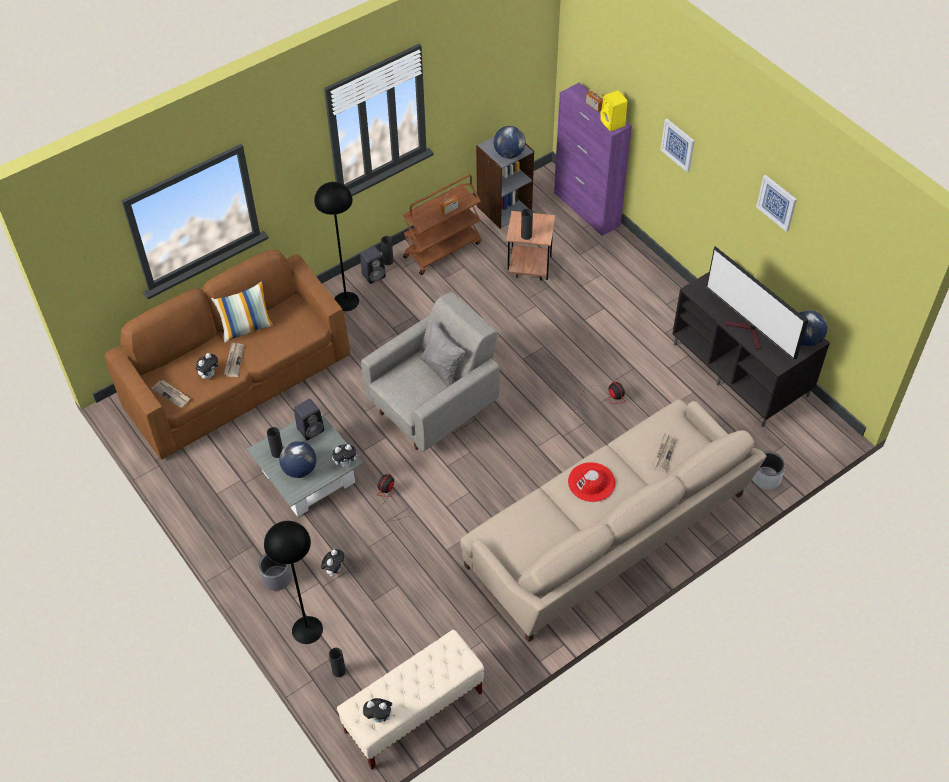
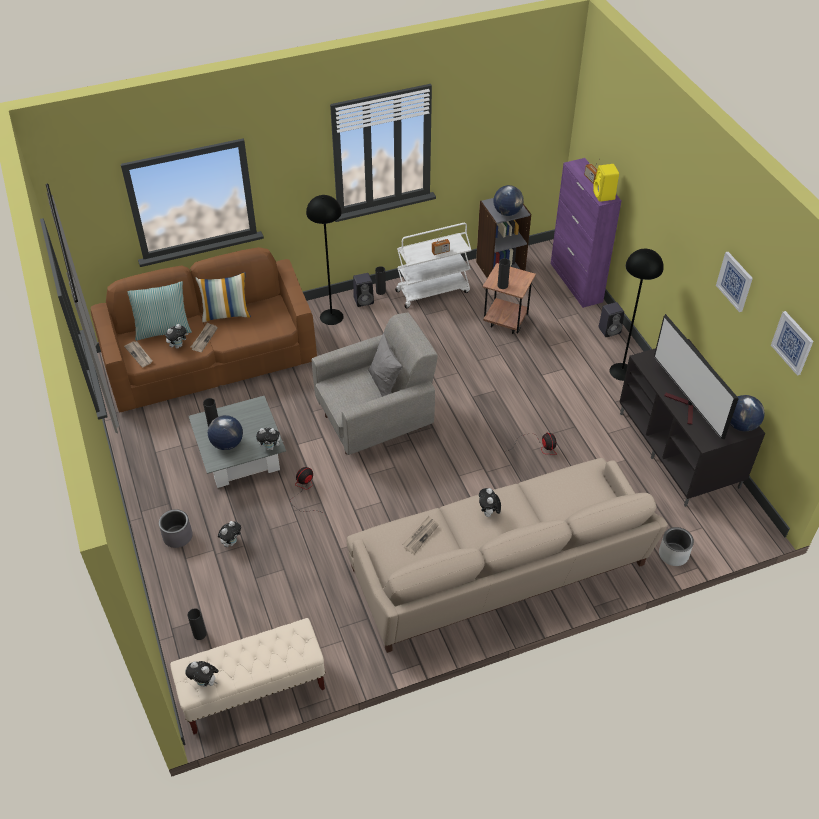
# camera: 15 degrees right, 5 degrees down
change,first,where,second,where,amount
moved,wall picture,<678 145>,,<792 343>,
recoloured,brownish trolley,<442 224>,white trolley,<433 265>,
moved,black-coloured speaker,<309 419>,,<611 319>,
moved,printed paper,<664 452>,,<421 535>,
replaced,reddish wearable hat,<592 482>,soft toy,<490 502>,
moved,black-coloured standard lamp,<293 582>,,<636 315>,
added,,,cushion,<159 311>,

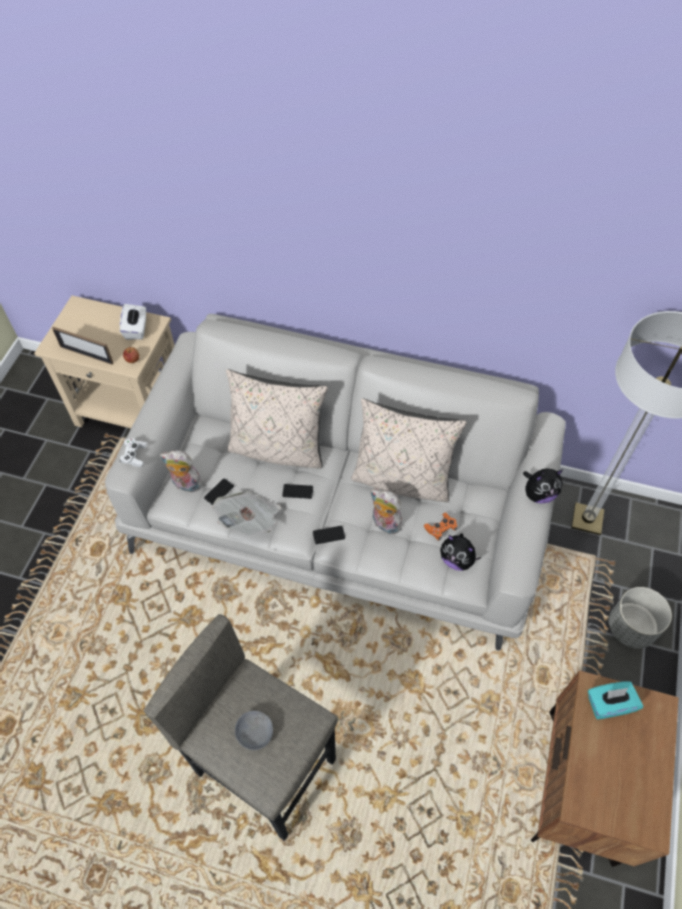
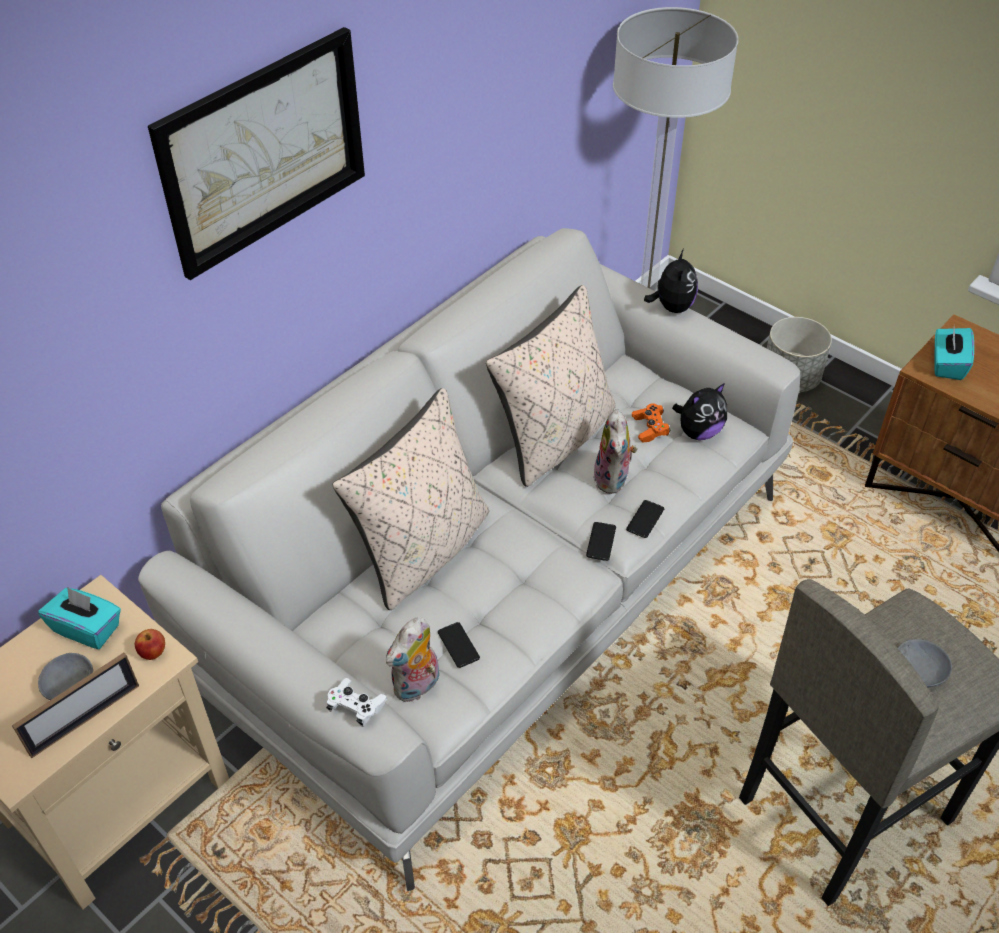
# camera: 65 degrees left, 10 degrees down
change,first,where,second,where,amount
recoloured,white box of tissues,<133 322>,turquoise-coloured box of tissues,<80 618>,
moved,phone,<297 491>,,<645 519>,
turned,soft toy,<386 512>,,<615 451>,60 degrees counterclockwise
removed,printed paper,<247 513>,,,
added,,,wall picture,<256 153>,
added,,,grey deep dish,<65 676>,

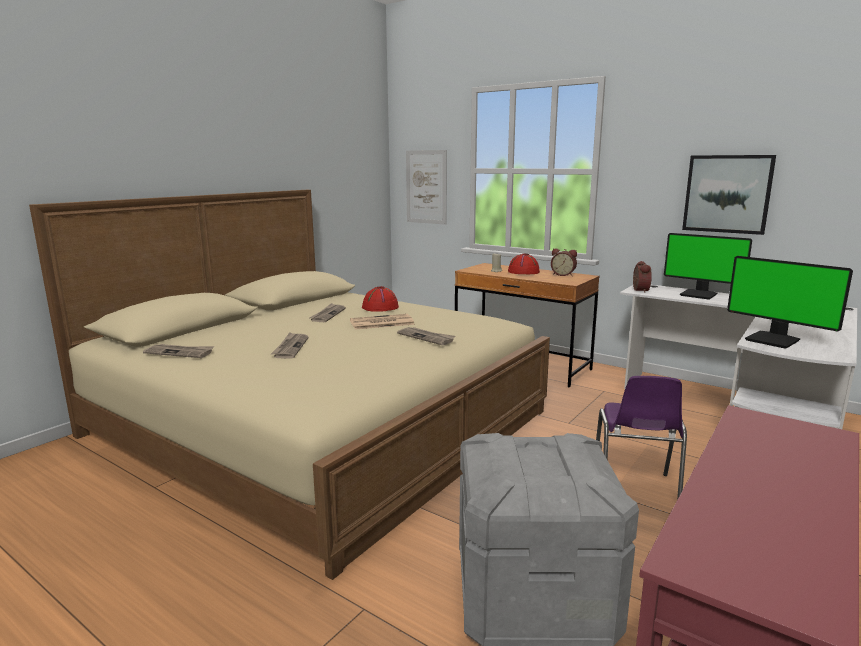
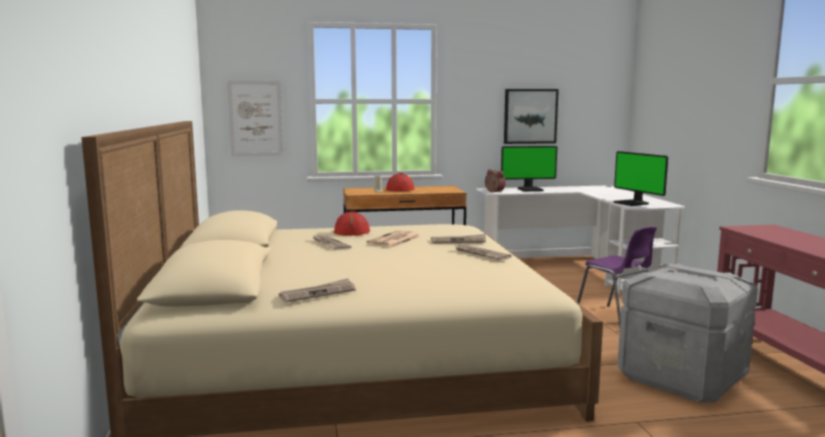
# camera: 45 degrees left, 5 degrees down
change,first,where,second,where,amount
removed,bedside clock,<564 262>,,,
turned,monitor,<790 302>,,<640 178>,60 degrees clockwise
moved,printed paper,<290 345>,,<483 252>,

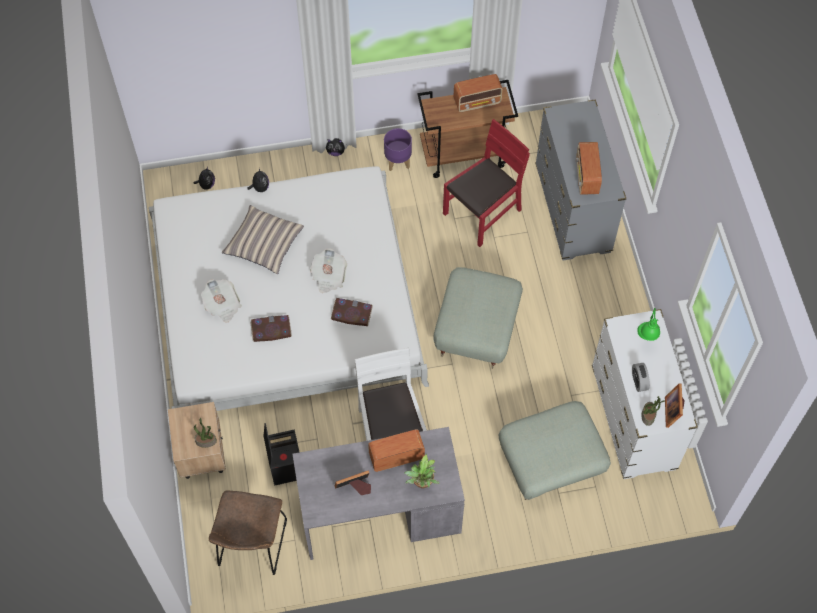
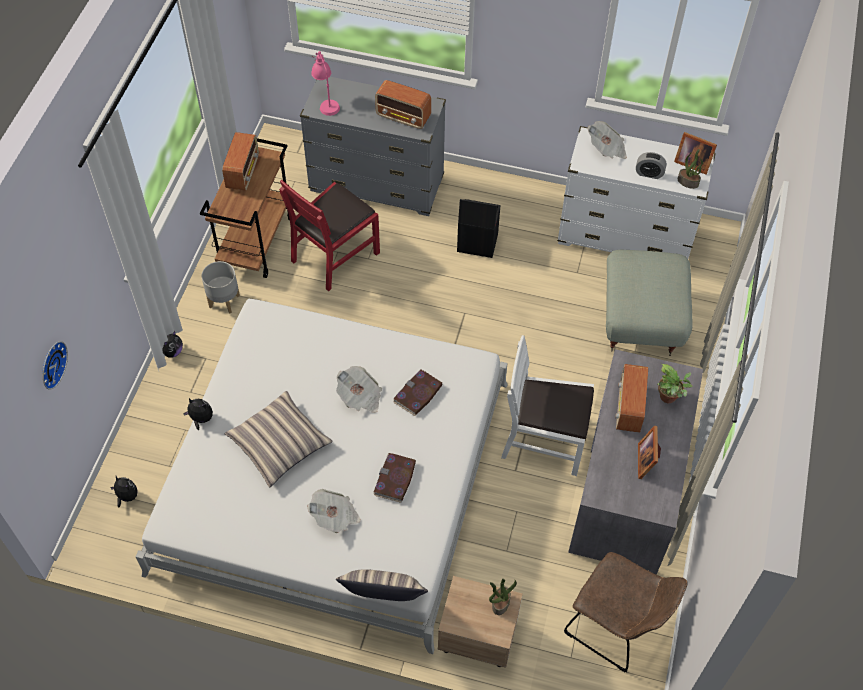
# camera: 65 degrees left, 5 degrees down
change,first,where,second,where,amount
turned,reddish chair,<486 183>,,<329 235>,120 degrees counterclockwise
recoloured,purplish plant pot,<398 149>,grey plant pot,<220 287>,
removed,grey ottoman,<478 317>,,,
replaced,greenish table lamp,<648 324>,printed paper,<607 140>,
moved,black-coloured storage container,<281 454>,,<479 228>,
added,,,pink-coloured table lamp,<325 83>,
added,,,clock on the wall,<55 365>,
added,,,cushion,<382 585>,

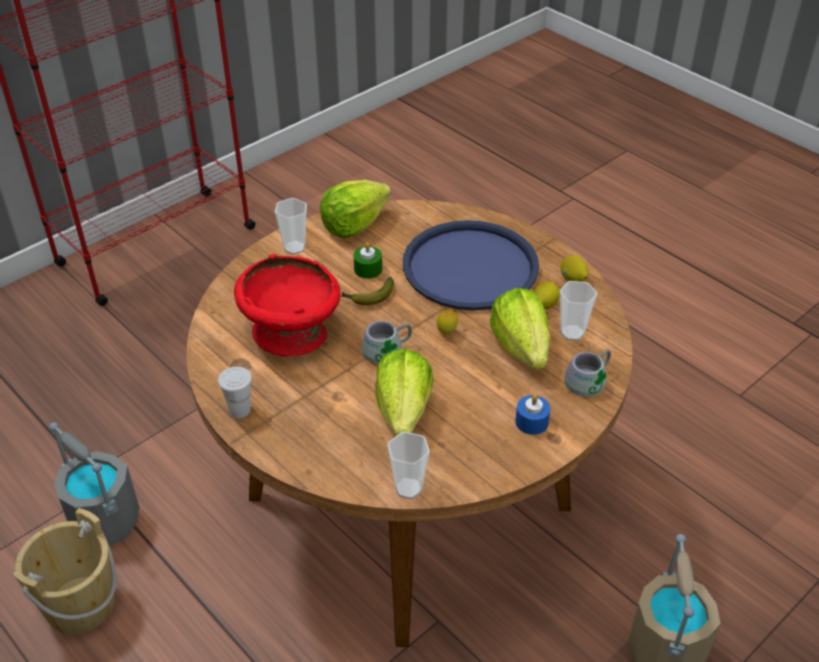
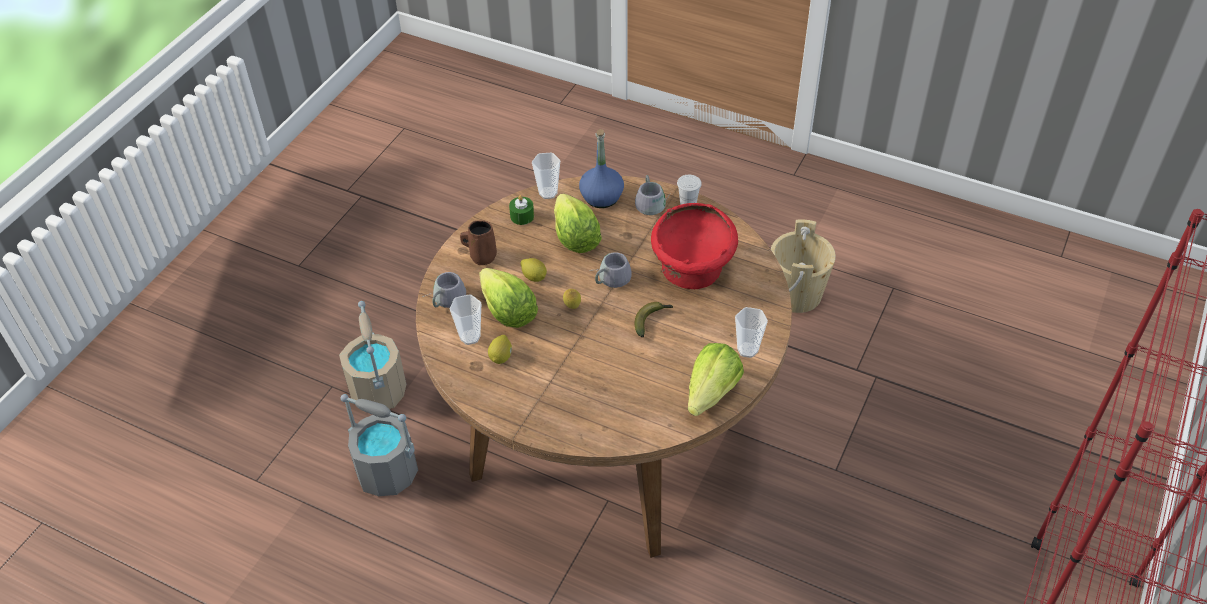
# camera: 160 degrees right, 5 degrees up
change,first,where,second,where,amount
removed,blue carrying tray,<471 265>,,,
moved,greenish wax candle,<367 260>,,<521 210>,
moved,citrus fruit,<574 268>,,<533 270>,
replaced,blue wax candle,<532 414>,brownish tea mug,<478 242>,
moved,grey pail,<94 484>,,<379 445>,
added,,,blue drink bottle,<601 168>,
added,,,grey tea mug,<652 195>,

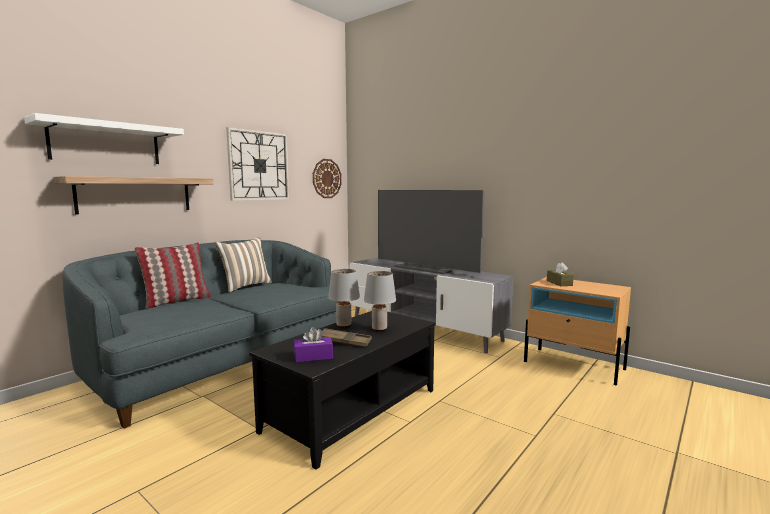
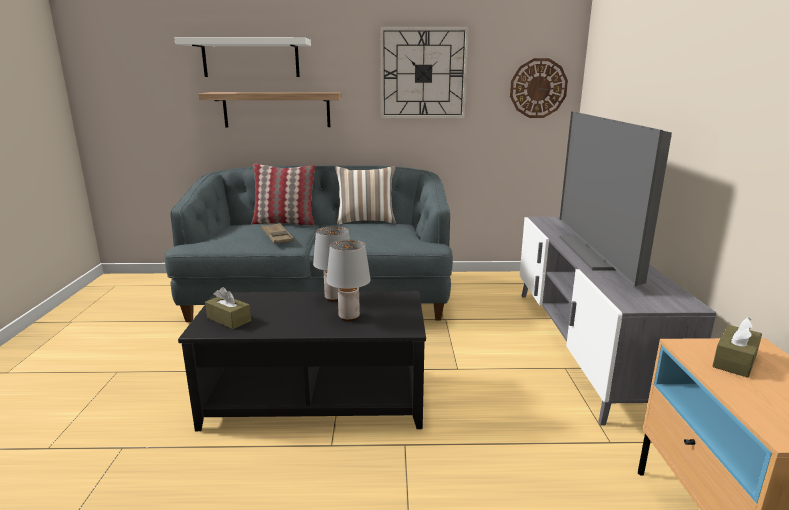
# camera: 50 degrees right, 10 degrees up
change,first,where,second,where,amount
recoloured,purplish box of tissues,<313 344>,brownish box of tissues,<228 308>,
moved,brownish carrying tray,<346 337>,,<277 233>,

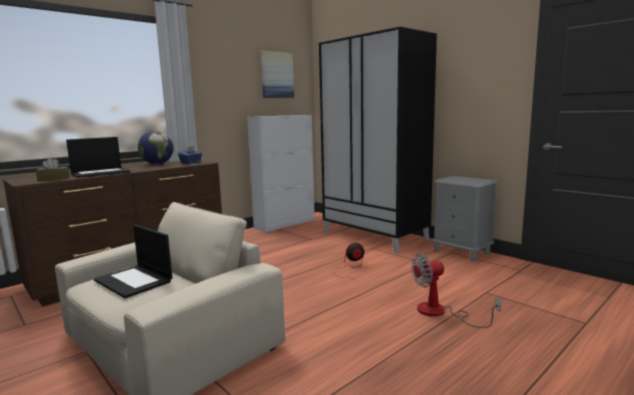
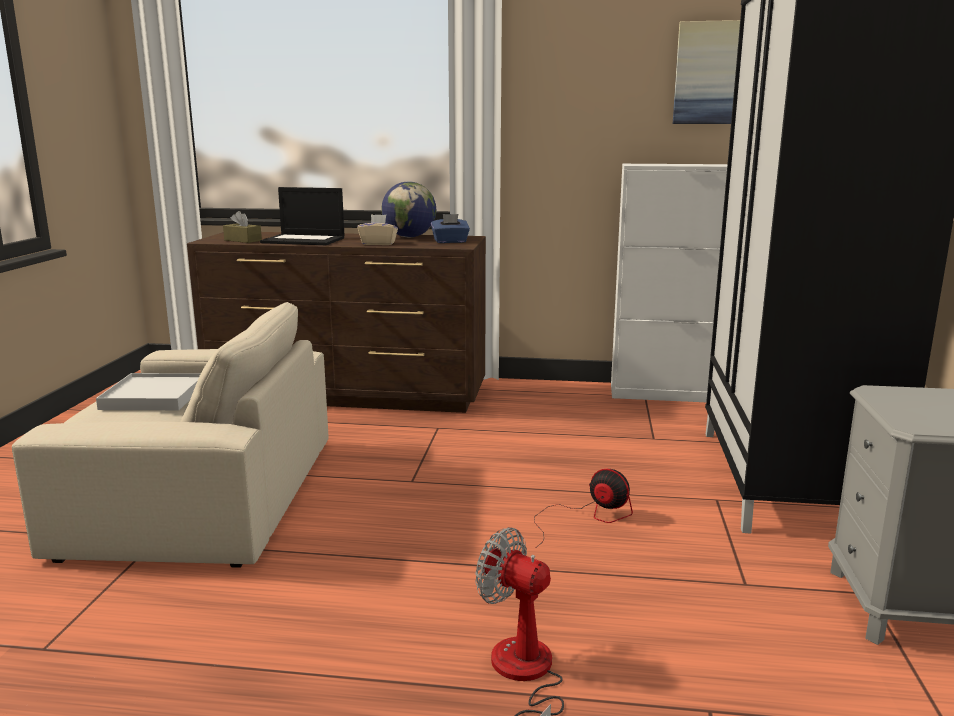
# camera: 50 degrees right, 5 degrees up
change,first,where,second,where,amount
replaced,notebook computer,<133 261>,white carrying tray,<148 391>,
added,,,beige box of tissues,<378 229>,

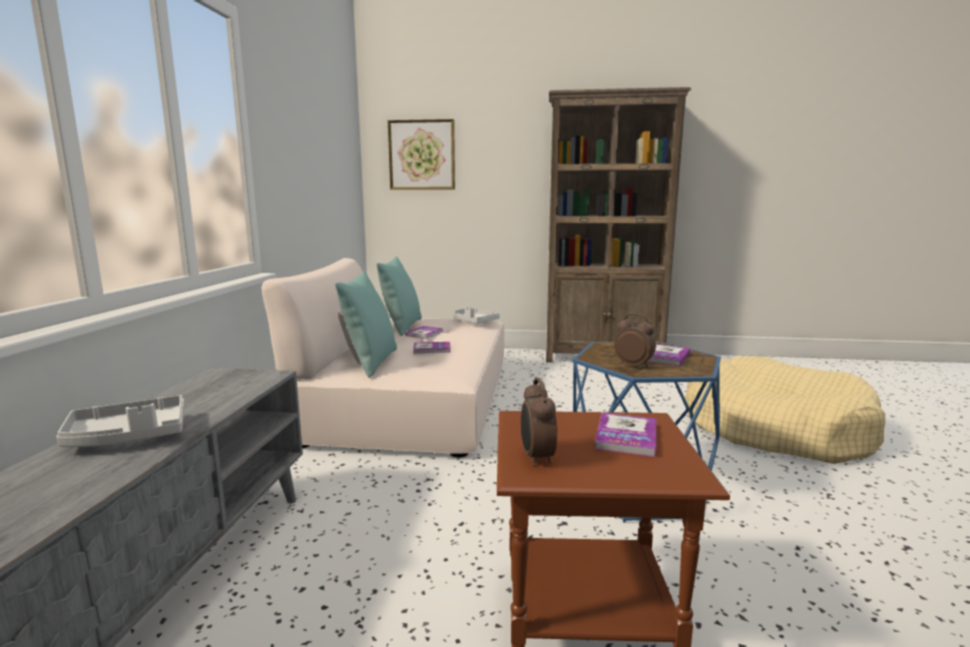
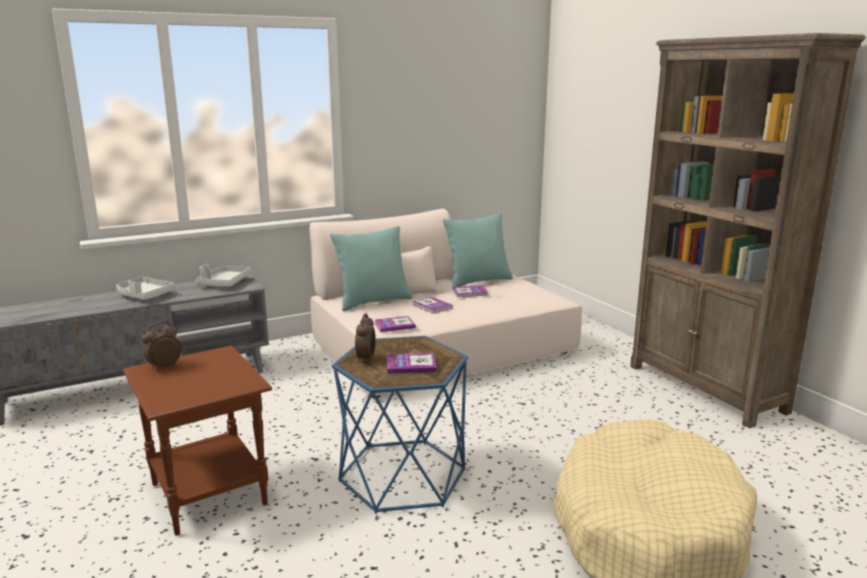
# camera: 55 degrees right, 5 degrees up
change,first,where,second,where,amount
removed,wall picture,<421 154>,,,
moved,grey carrying tray,<476 315>,,<223 276>,
moved,bound book,<625 435>,,<395 324>,

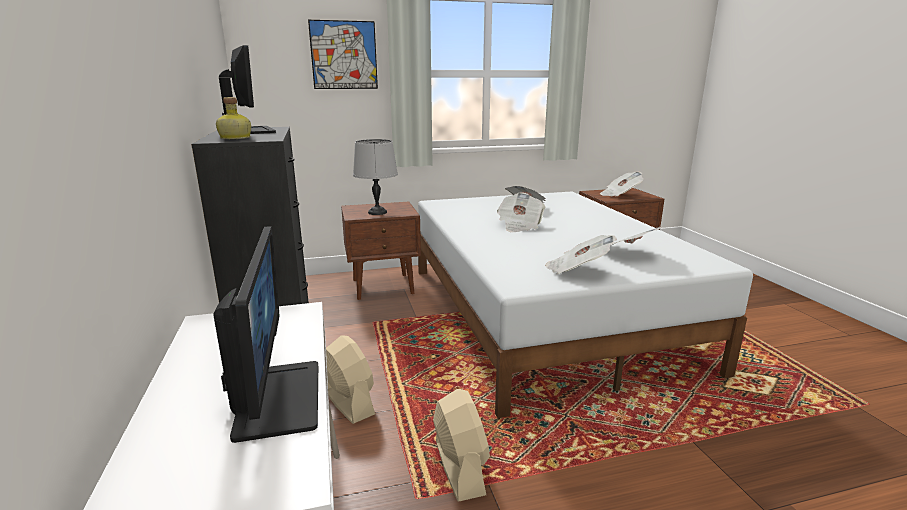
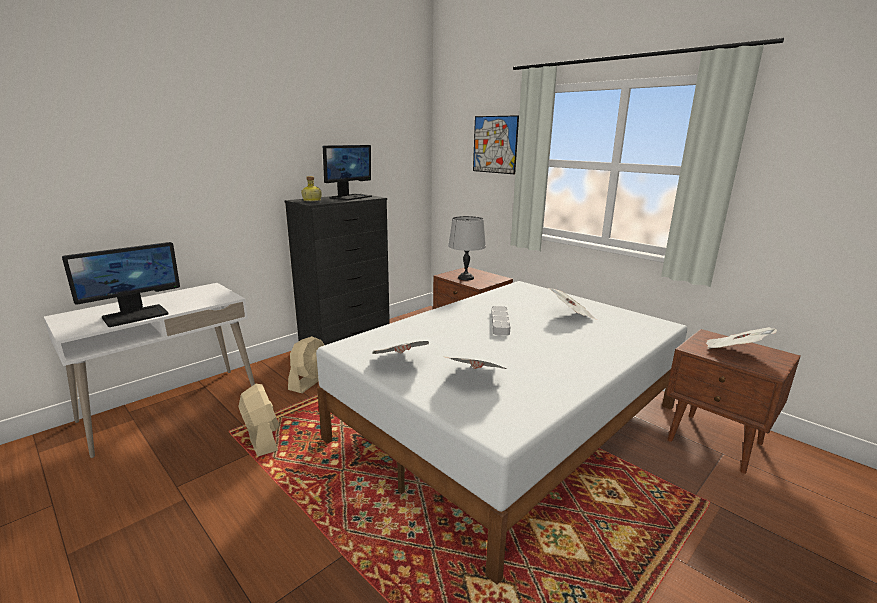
# camera: 60 degrees right, 0 degrees up
change,first,where,second,where,amount
replaced,printed paper,<521 212>,grey carrying tray,<501 321>,
turned,beige cooling fan,<461 445>,,<258 420>,75 degrees counterclockwise

